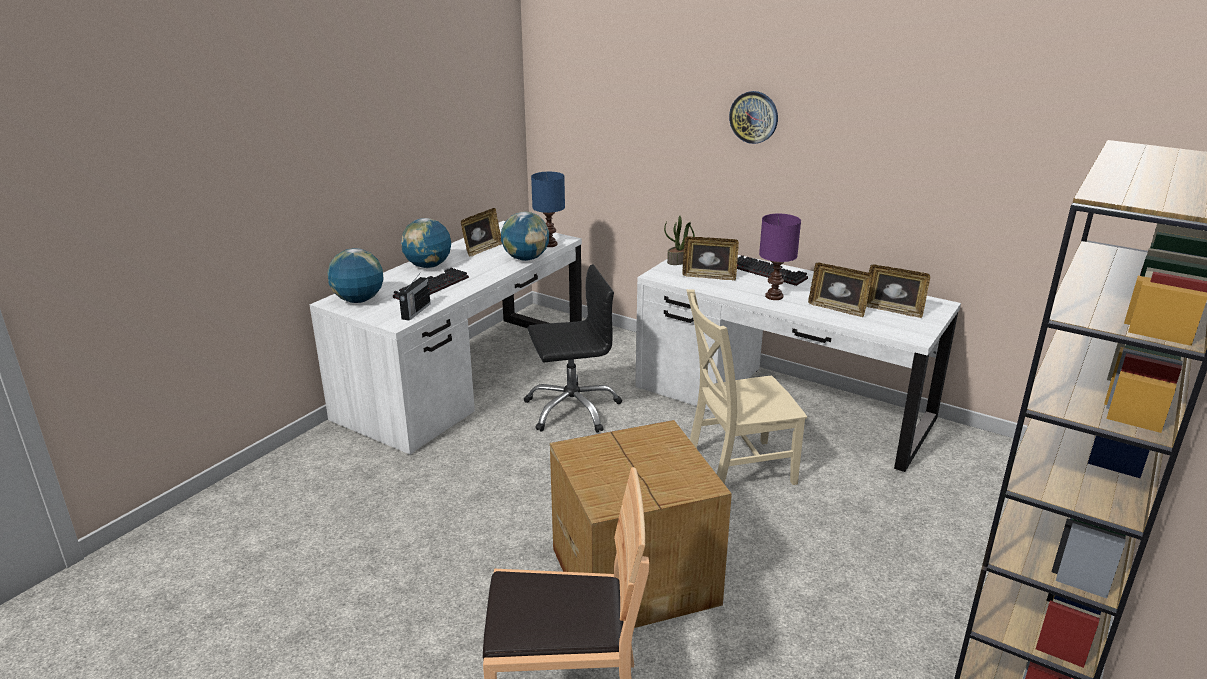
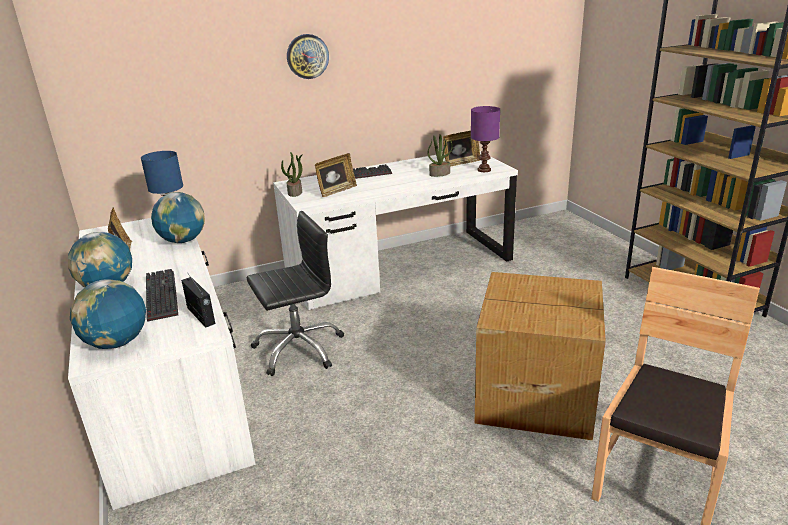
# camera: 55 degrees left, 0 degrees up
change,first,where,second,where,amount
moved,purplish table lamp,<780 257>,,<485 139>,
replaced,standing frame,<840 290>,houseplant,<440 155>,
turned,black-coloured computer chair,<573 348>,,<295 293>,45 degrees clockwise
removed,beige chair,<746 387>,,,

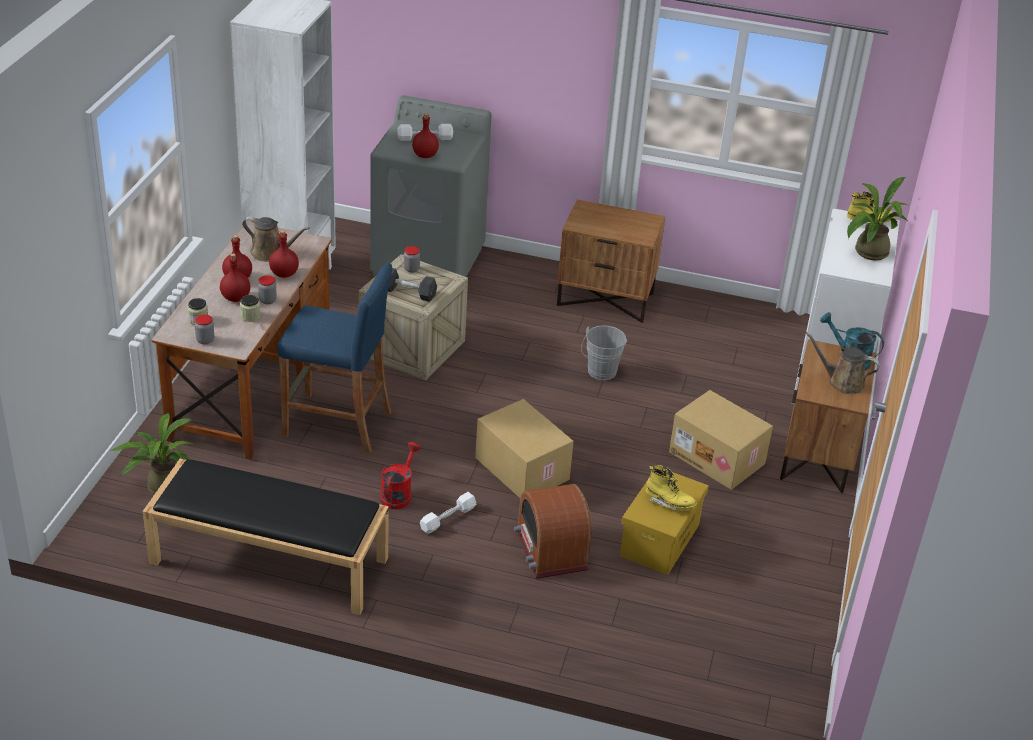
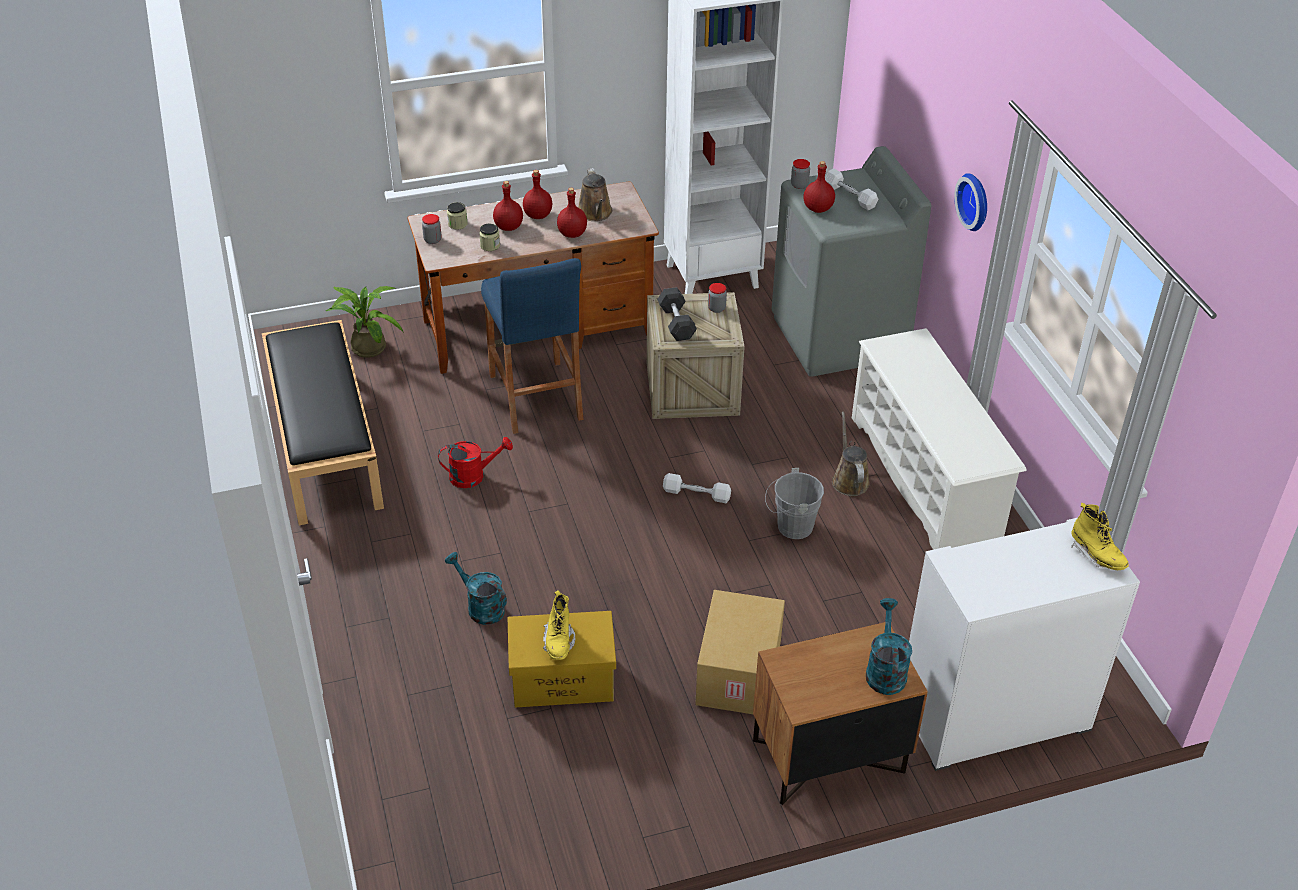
# camera: 60 degrees right, 5 degrees up
change,first,where,second,where,amount
removed,houseplant,<878 219>,,,
replaced,brownish night table,<611 261>,white shoe shelf,<939 439>,
moved,storage jar,<267 289>,,<800 174>,
moved,brownish watering pot,<842 363>,,<851 454>,
removed,packing box,<524 448>,,,
replaced,radio receiver,<553 531>,turquoise-coloured watering pot,<476 588>,
moved,white dumbbell,<448 513>,,<697 488>,
added,,,clock on the wall,<970 202>,

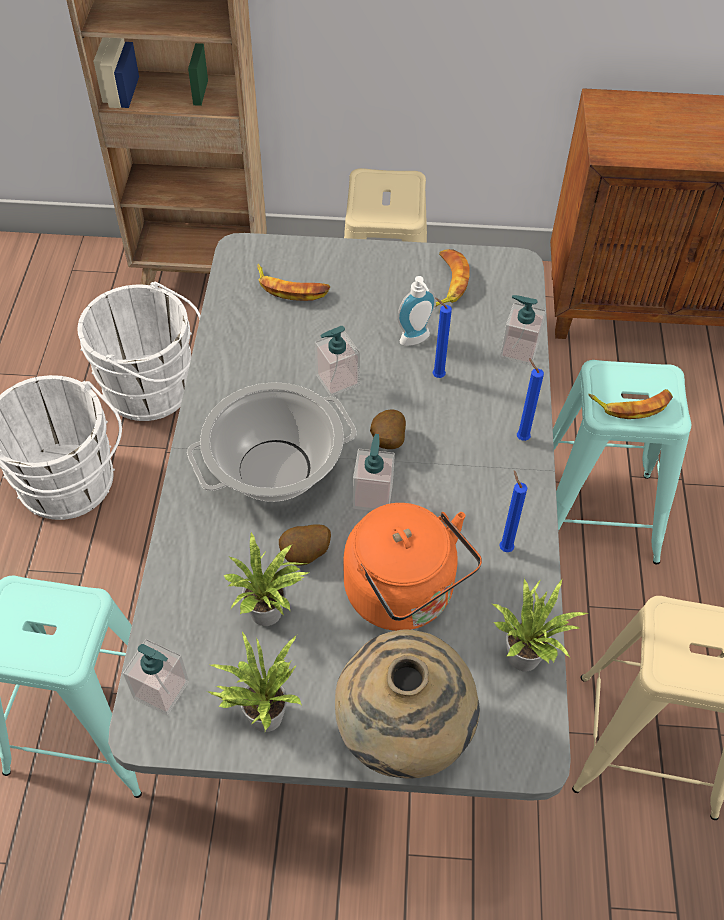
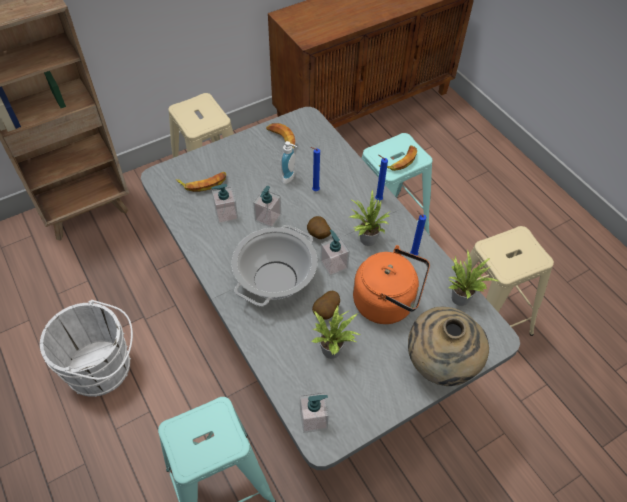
# camera: 35 degrees left, 0 degrees up
change,first,where,second,where,amount
removed,white pail,<139 351>,,,
moved,soap dispenser,<523 330>,,<224 204>,
moved,houseplant,<255 682>,,<369 218>,

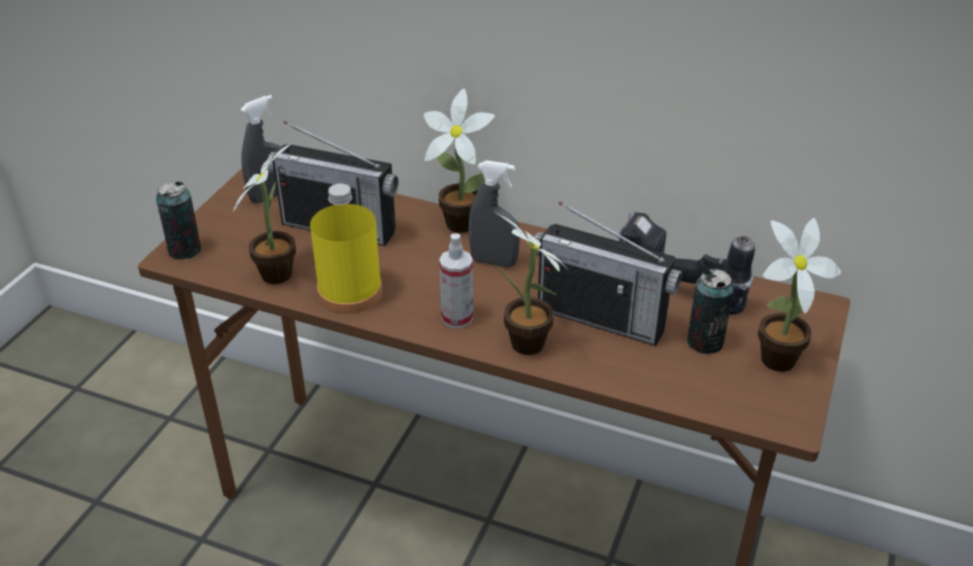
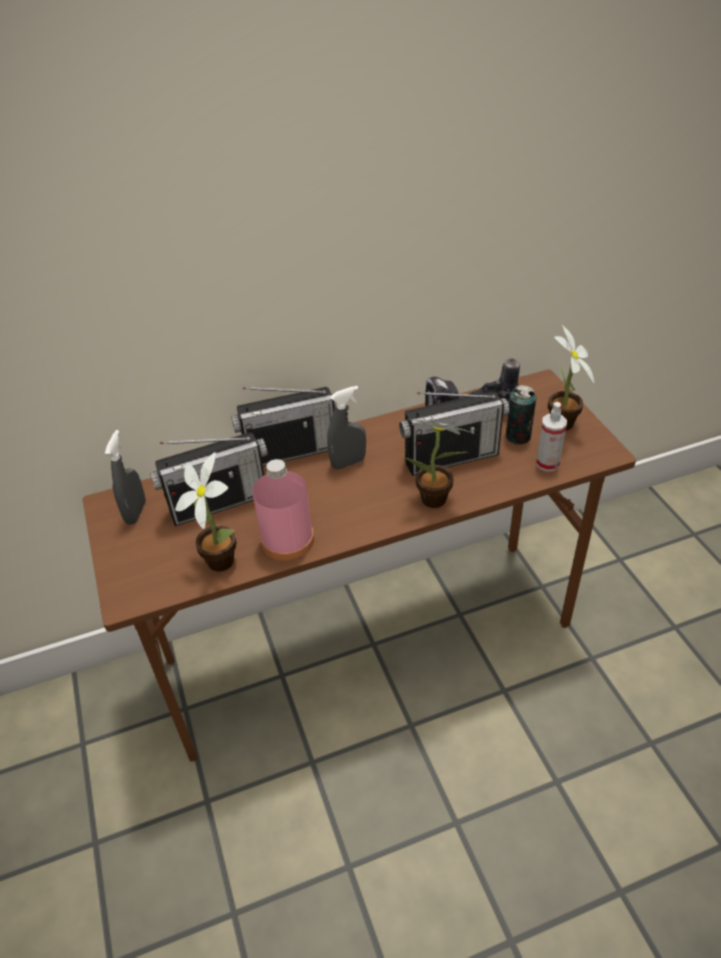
# camera: 40 degrees left, 5 degrees up
change,first,where,second,where,amount
replaced,houseplant,<459 161>,radio receiver,<284 426>,
removed,can,<178 220>,,,
recoloured,yellowish drink bottle,<346 249>,pink-coloured drink bottle,<283 510>,
moved,hand sprayer,<456 280>,,<551 437>,

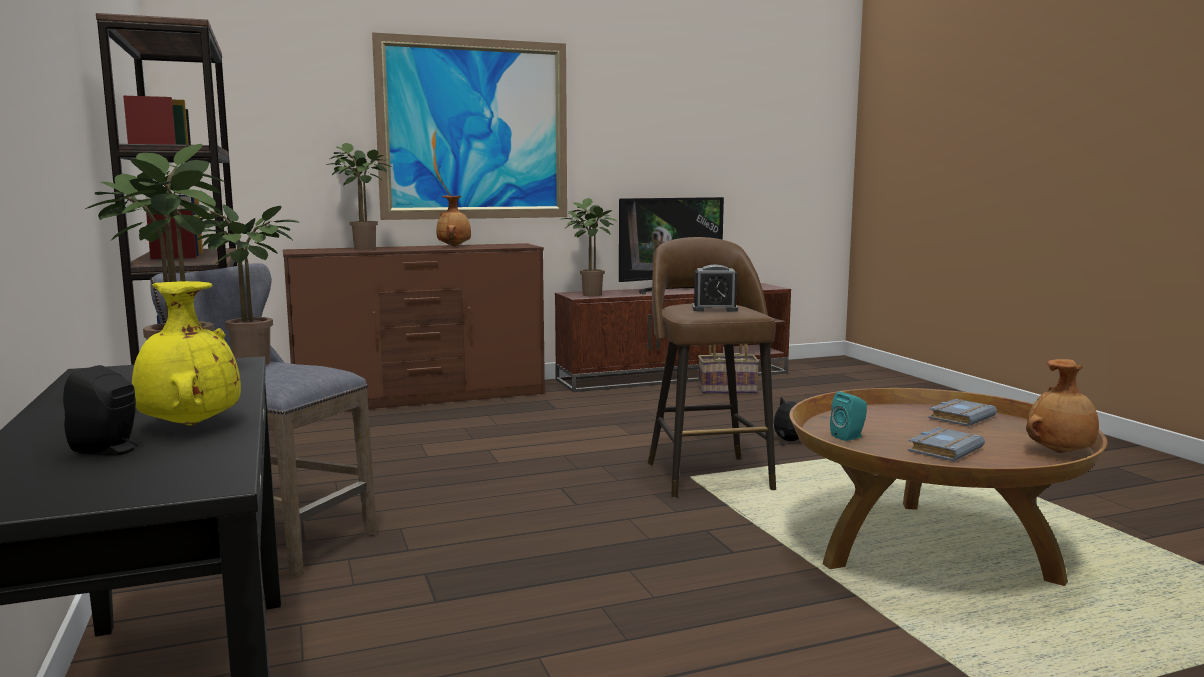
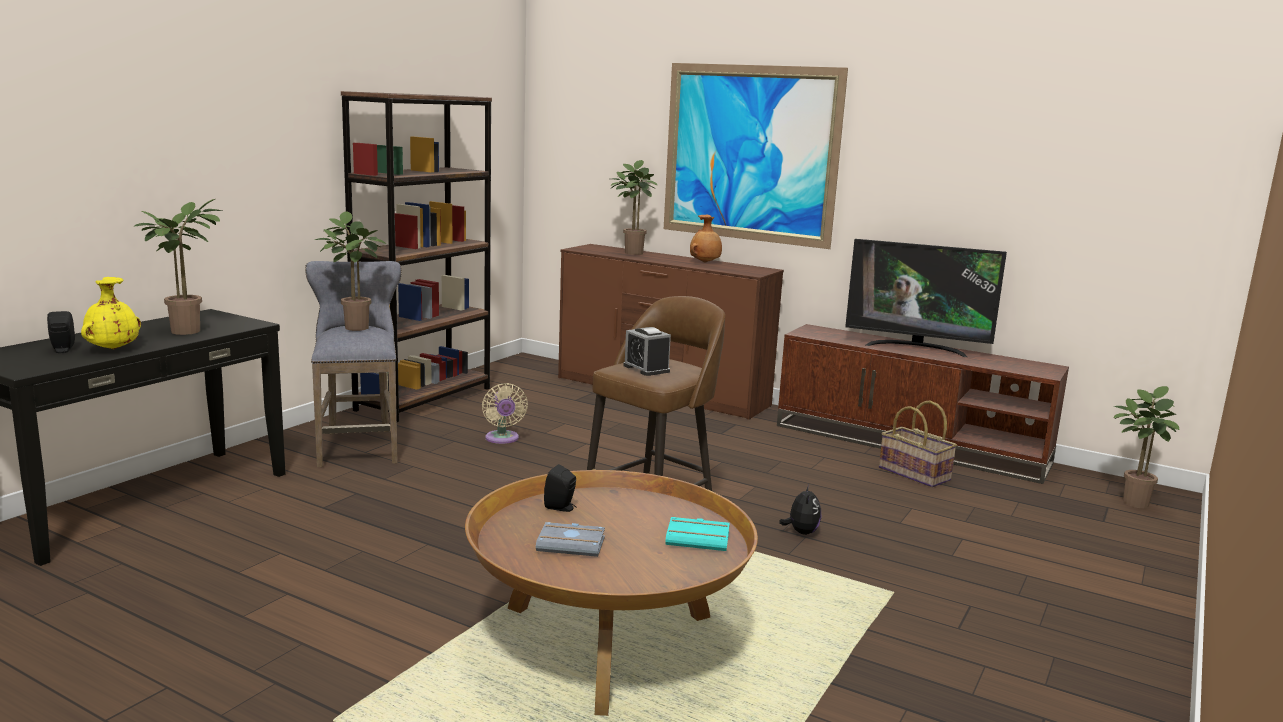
# camera: 50 degrees right, 5 degrees up
change,first,where,second,where,amount
moved,houseplant,<590 247>,,<1146 447>,
removed,brownish vase,<1062 406>,,,
recoloured,turquoise-coloured speaker,<848 416>,black-coloured speaker,<560 488>,
recoloured,grey bound book,<962 412>,turquoise-coloured bound book,<697 534>,
added,,,beige cooling fan,<505 413>,

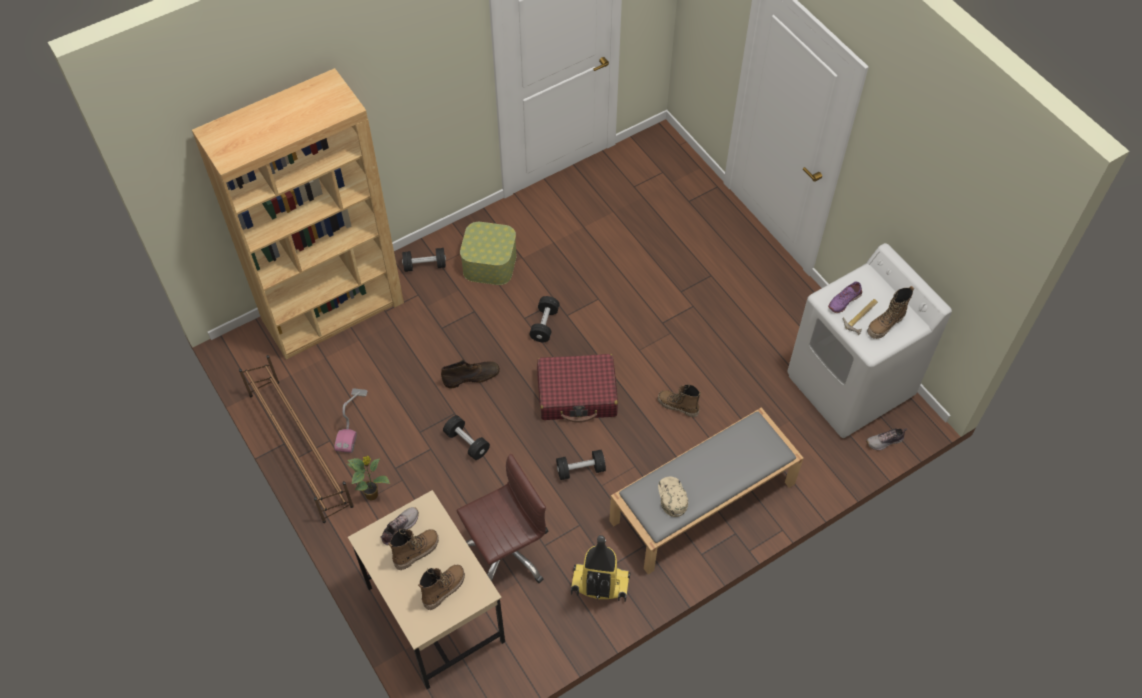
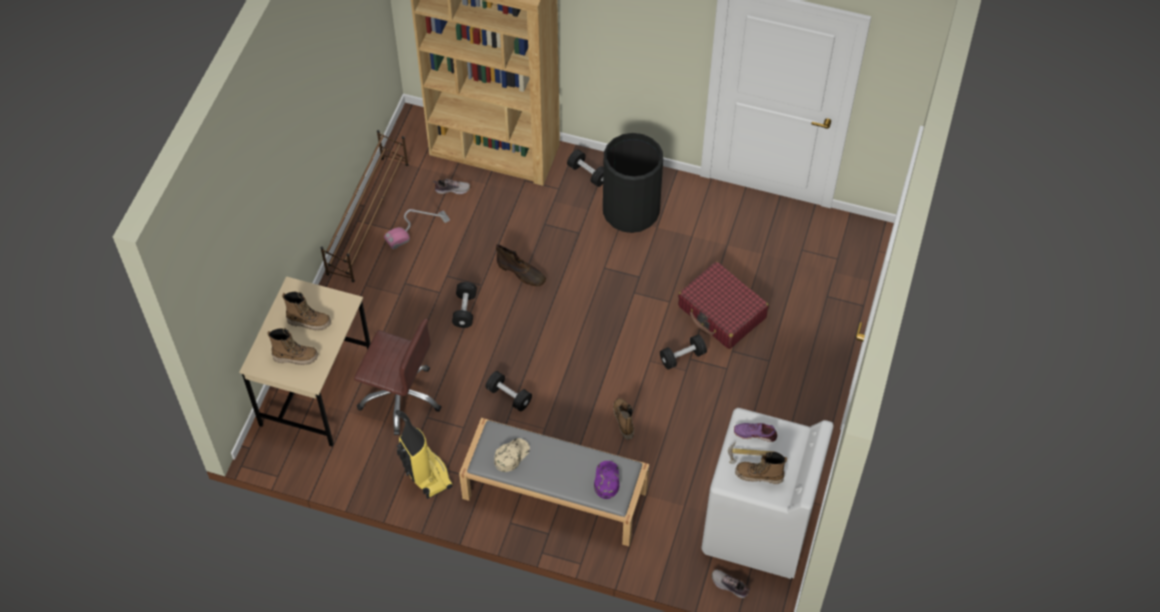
# camera: 50 degrees right, 0 degrees up
change,first,where,second,where,amount
replaced,storage container,<488 253>,black-coloured trash can,<633 183>,
moved,black-coloured dumbbell,<544 319>,,<683 352>,
moved,reddish suitcase,<577 388>,,<723 305>,
removed,houseplant,<368 478>,,,
moved,shoe,<399 526>,,<452 186>,
added,,,purplish peaked cap,<606 480>,

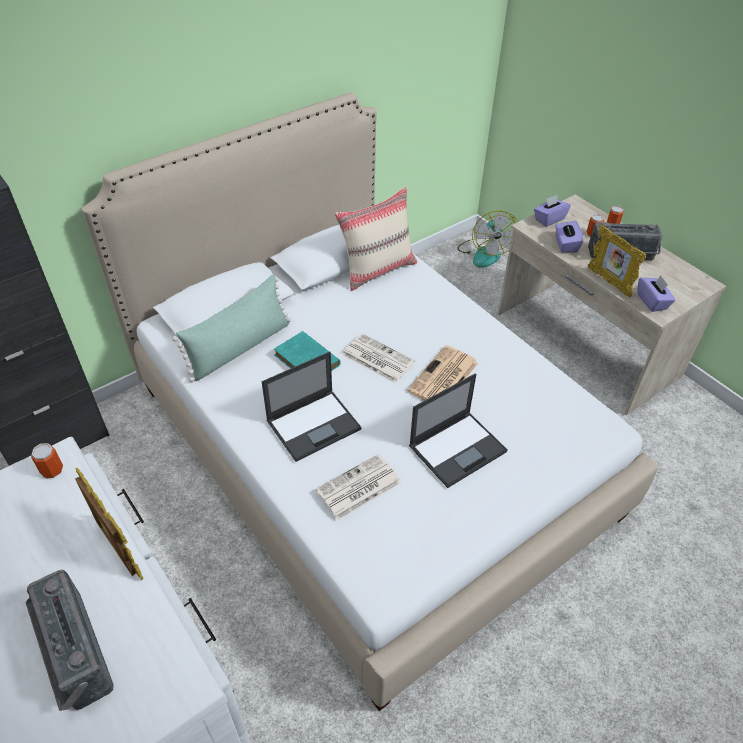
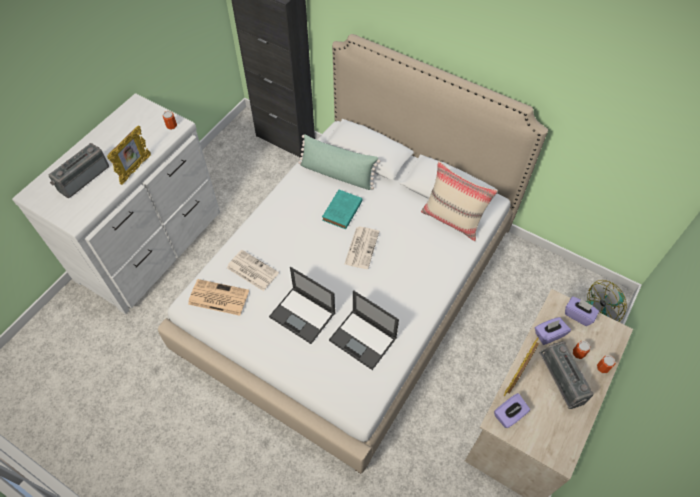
# camera: 70 degrees right, 10 degrees up
change,first,where,second,where,amount
moved,printed paper,<442 373>,,<218 297>,
moved,notebook computer,<311 407>,,<364 330>,

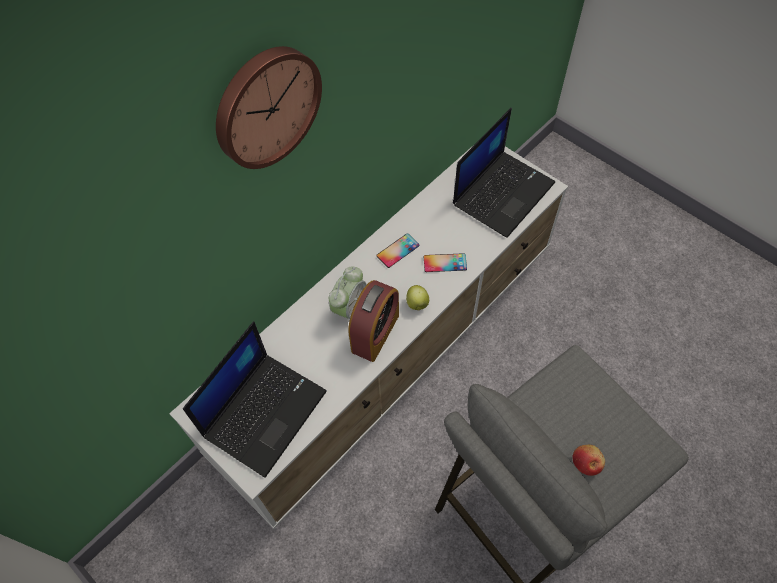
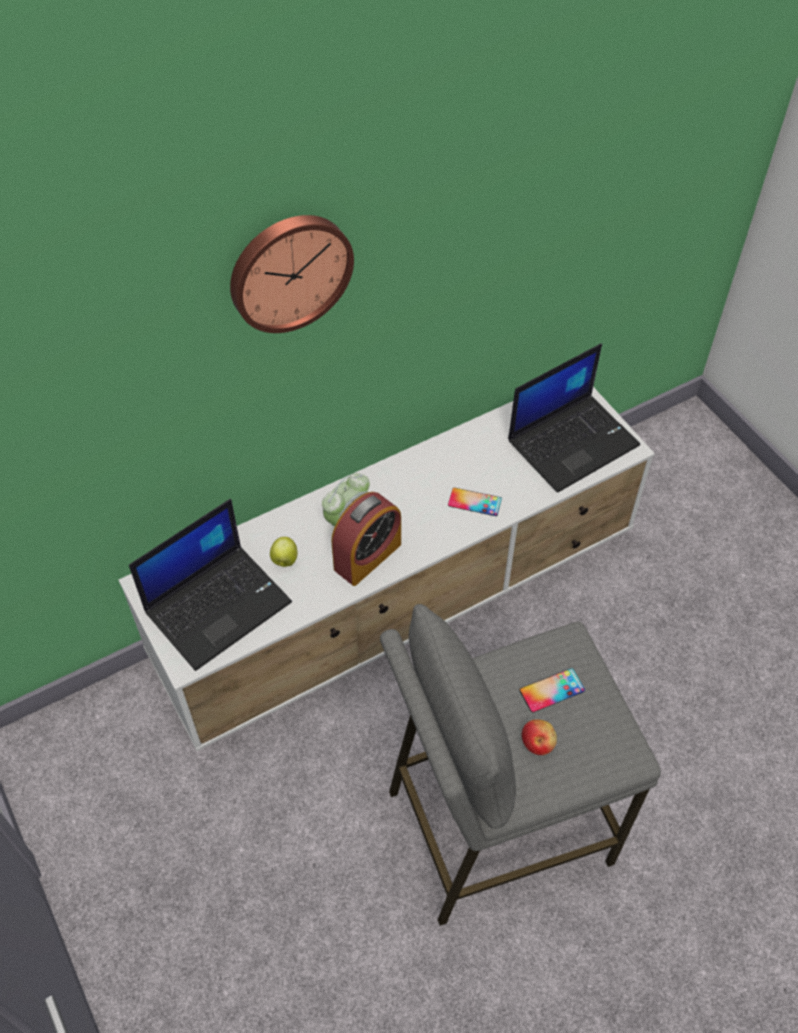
# camera: 15 degrees right, 5 degrees down
change,first,where,second,where,amount
moved,phone,<398 250>,,<552 690>,
moved,apple fruit,<417 298>,,<283 552>,

